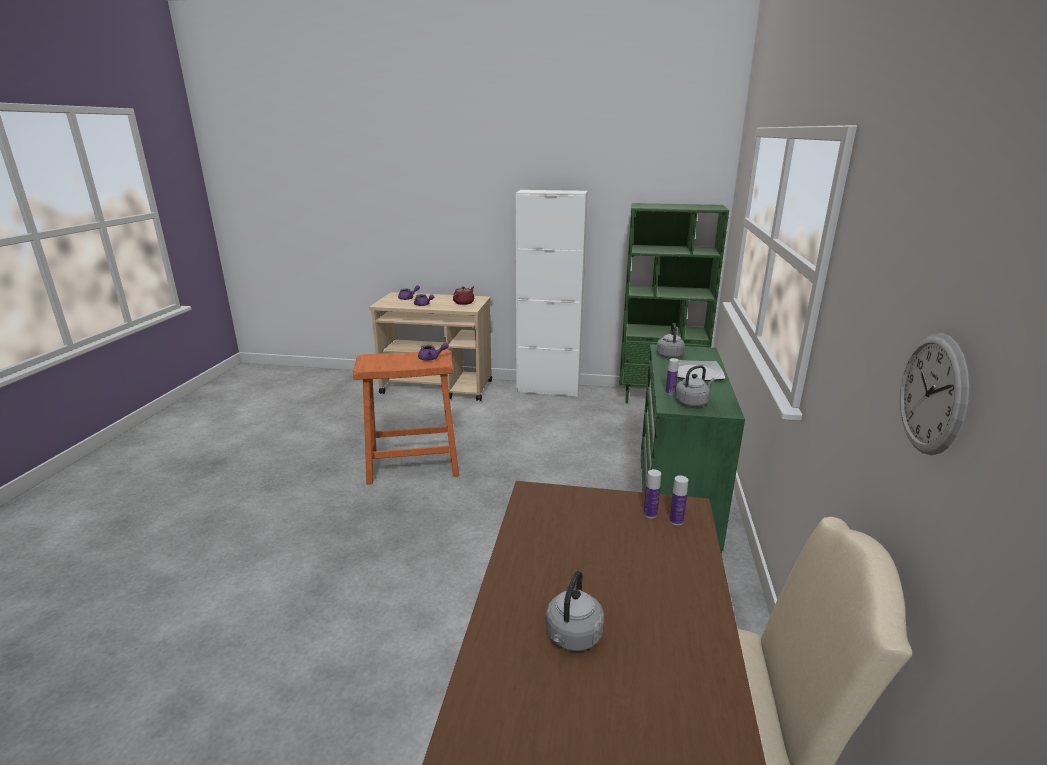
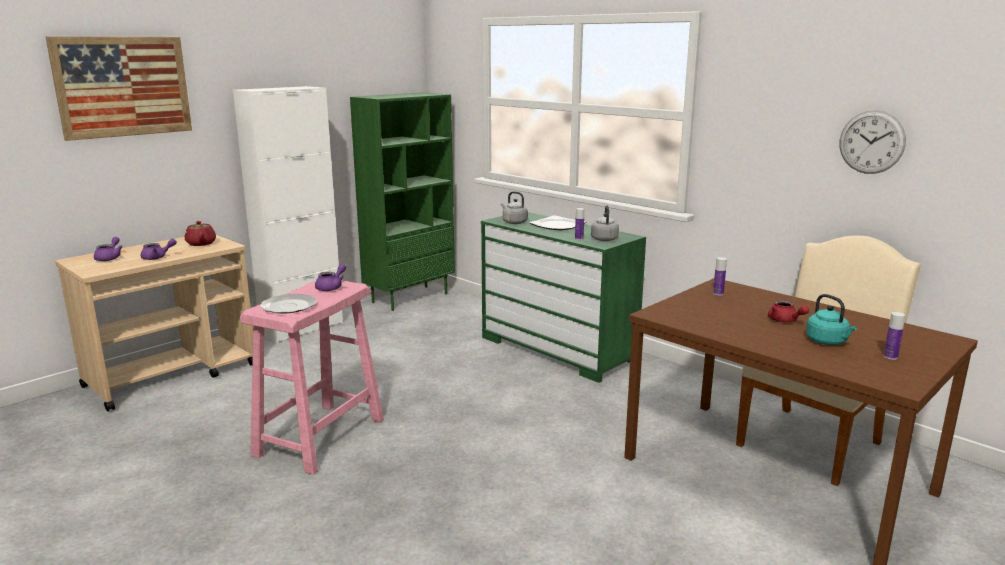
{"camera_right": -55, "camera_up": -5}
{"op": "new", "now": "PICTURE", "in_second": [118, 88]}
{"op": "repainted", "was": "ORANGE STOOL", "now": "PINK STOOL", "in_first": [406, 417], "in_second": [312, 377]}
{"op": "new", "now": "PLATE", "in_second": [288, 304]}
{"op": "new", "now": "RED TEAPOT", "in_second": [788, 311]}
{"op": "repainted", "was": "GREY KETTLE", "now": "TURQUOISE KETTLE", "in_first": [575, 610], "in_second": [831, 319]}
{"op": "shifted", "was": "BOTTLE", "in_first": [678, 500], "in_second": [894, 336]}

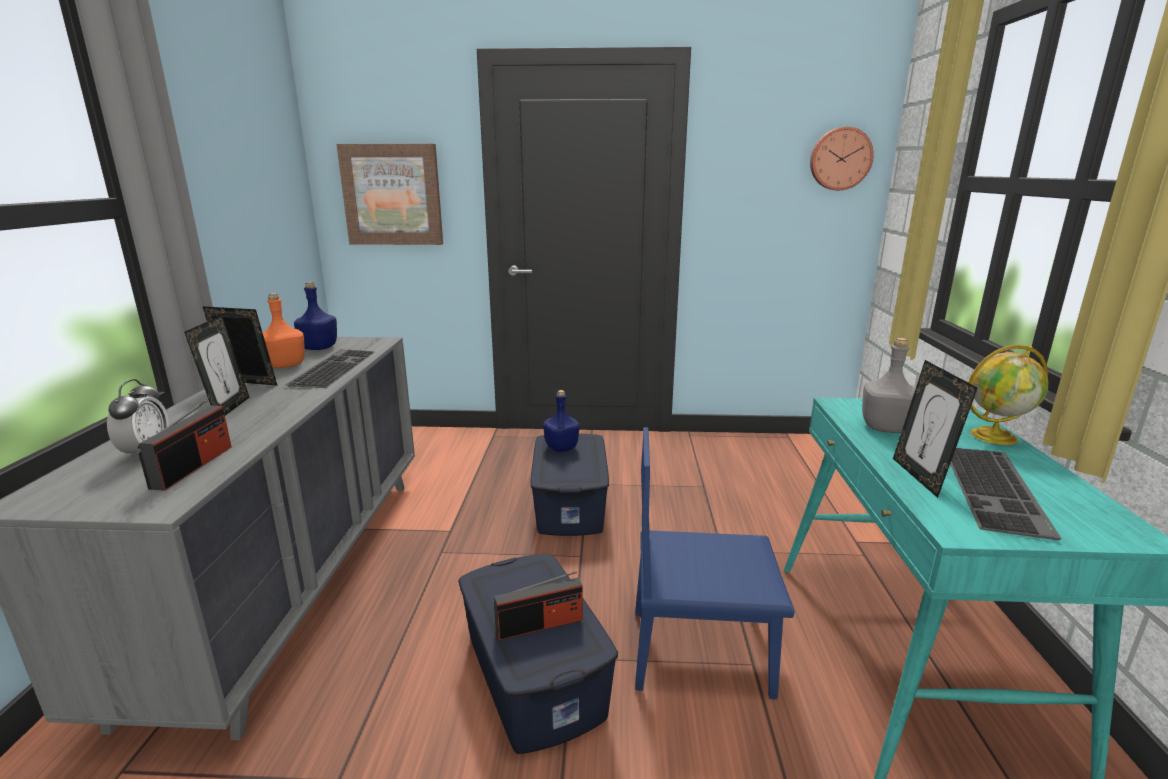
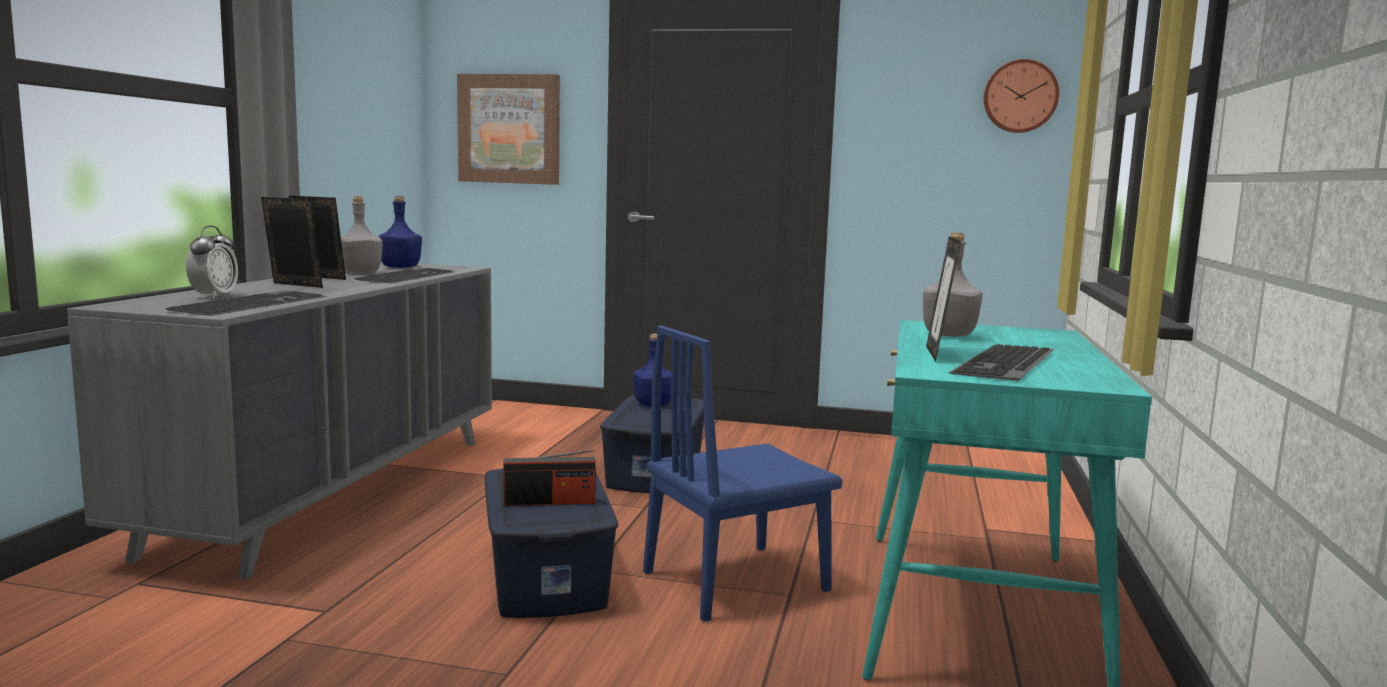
{"camera_right": 10, "camera_up": -10}
{"op": "swapped", "was": "RADIO", "now": "KEYBOARD", "in_first": [184, 445], "in_second": [245, 303]}
{"op": "rotated", "was": "PICTURE FRAME", "in_first": [216, 365], "in_second": [292, 242], "clockwise": -75}
{"op": "repainted", "was": "ORANGE BOTTLE", "now": "GREY BOTTLE", "in_first": [283, 330], "in_second": [362, 234]}
{"op": "rotated", "was": "BLUE CHAIR", "in_first": [715, 563], "in_second": [742, 473], "clockwise": -45}
{"op": "gone", "was": "GLOBE", "in_first": [1008, 395]}

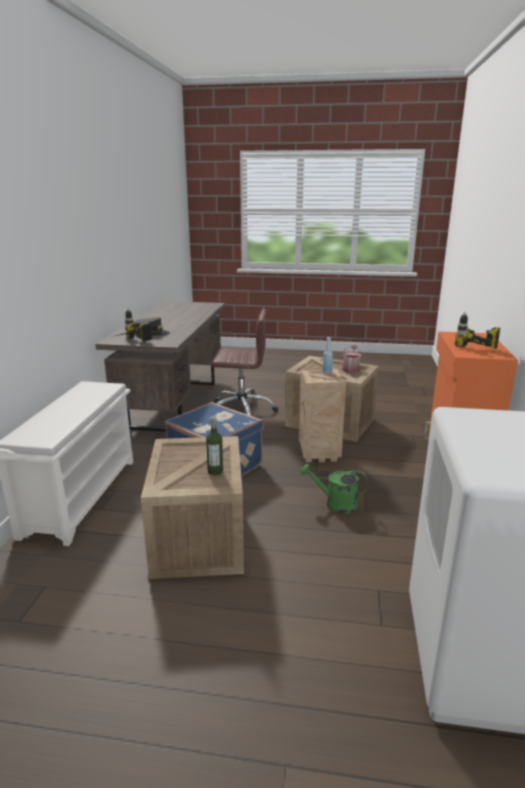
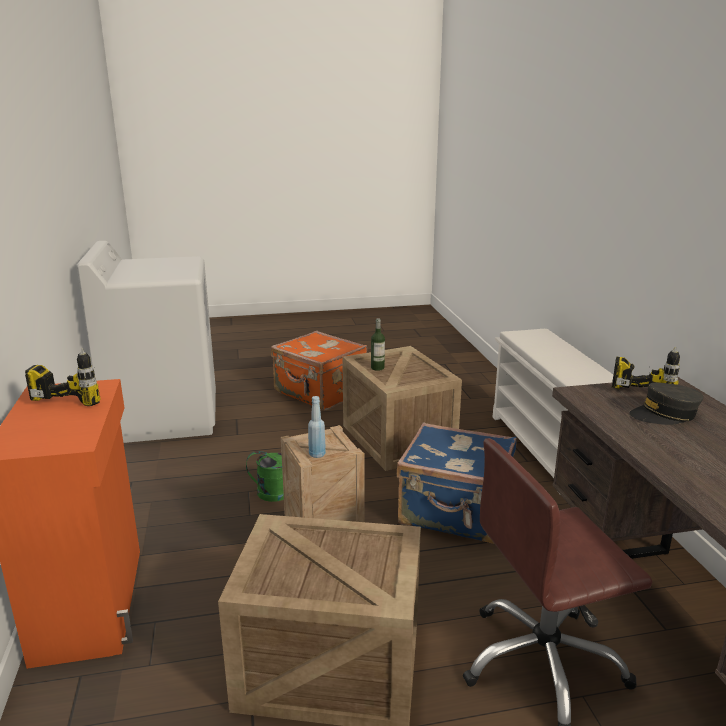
{"camera_right": 160, "camera_up": 0}
{"op": "new", "now": "ORANGE SUITCASE", "in_second": [319, 371]}
{"op": "gone", "was": "WATERING CAN", "in_first": [352, 359]}

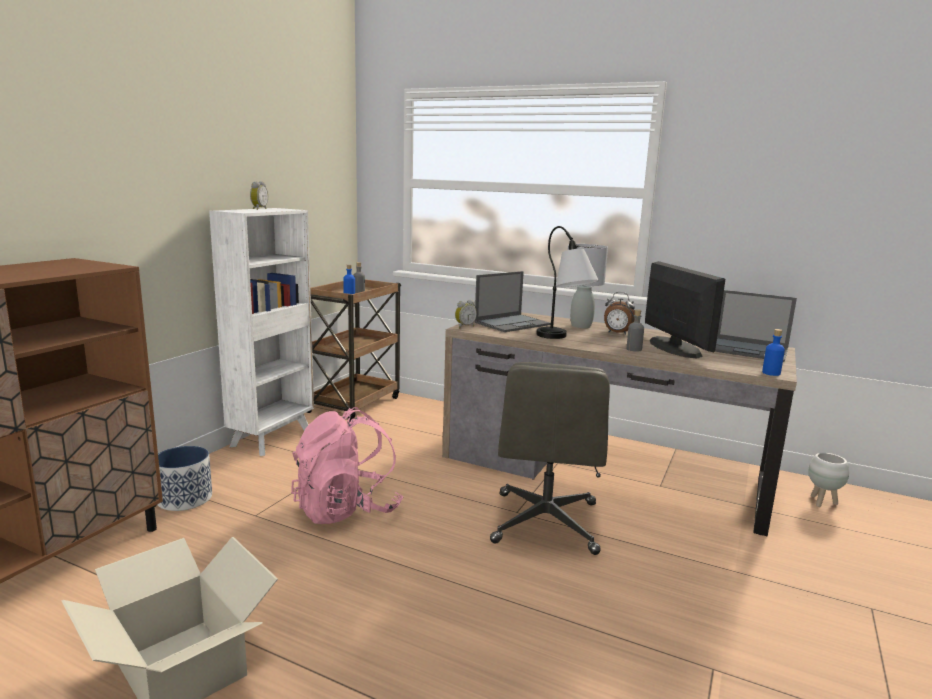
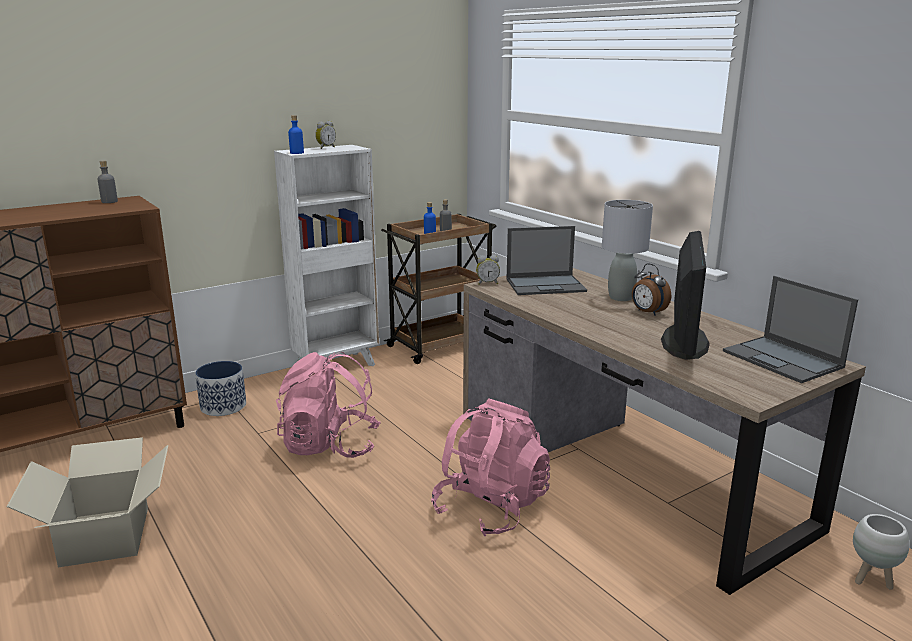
{"camera_right": 30, "camera_up": 5}
{"op": "shifted", "was": "GREY BOTTLE", "in_first": [635, 330], "in_second": [108, 182]}
{"op": "shifted", "was": "BLUE BOTTLE", "in_first": [773, 352], "in_second": [296, 134]}
{"op": "swapped", "was": "GREY OFFICE CHAIR", "now": "PINK BACKPACK", "in_first": [550, 458], "in_second": [490, 467]}
{"op": "gone", "was": "TABLE LAMP", "in_first": [567, 282]}

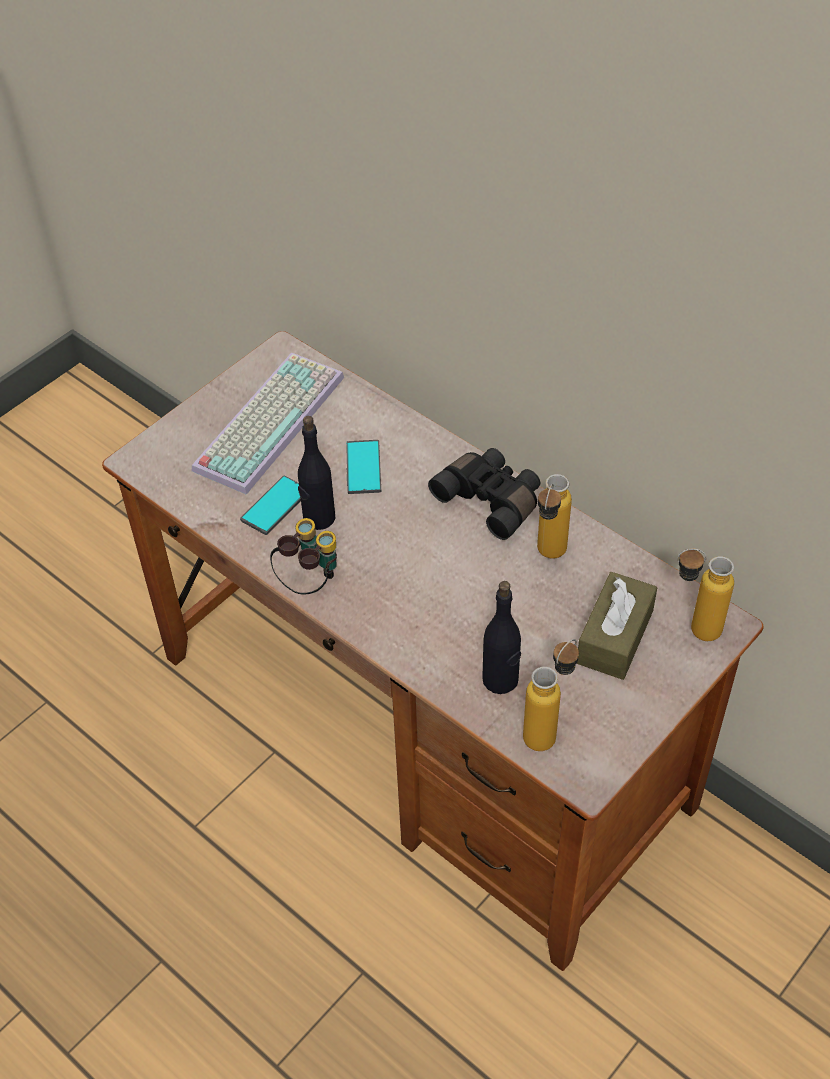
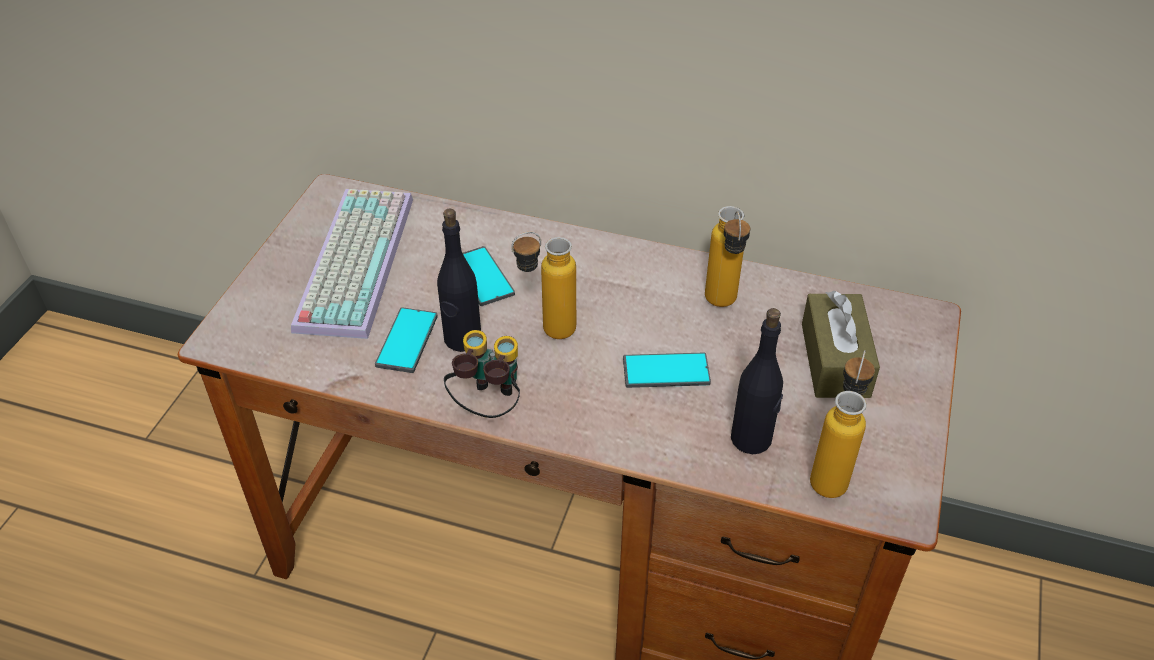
{"camera_right": -25, "camera_up": -5}
{"op": "shifted", "was": "BOTTLE", "in_first": [705, 595], "in_second": [543, 285]}
{"op": "new", "now": "PHONE", "in_second": [667, 370]}
{"op": "gone", "was": "BLACK BINOCULARS", "in_first": [484, 494]}

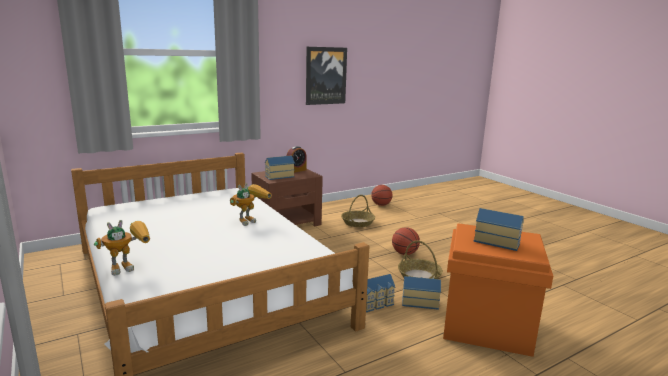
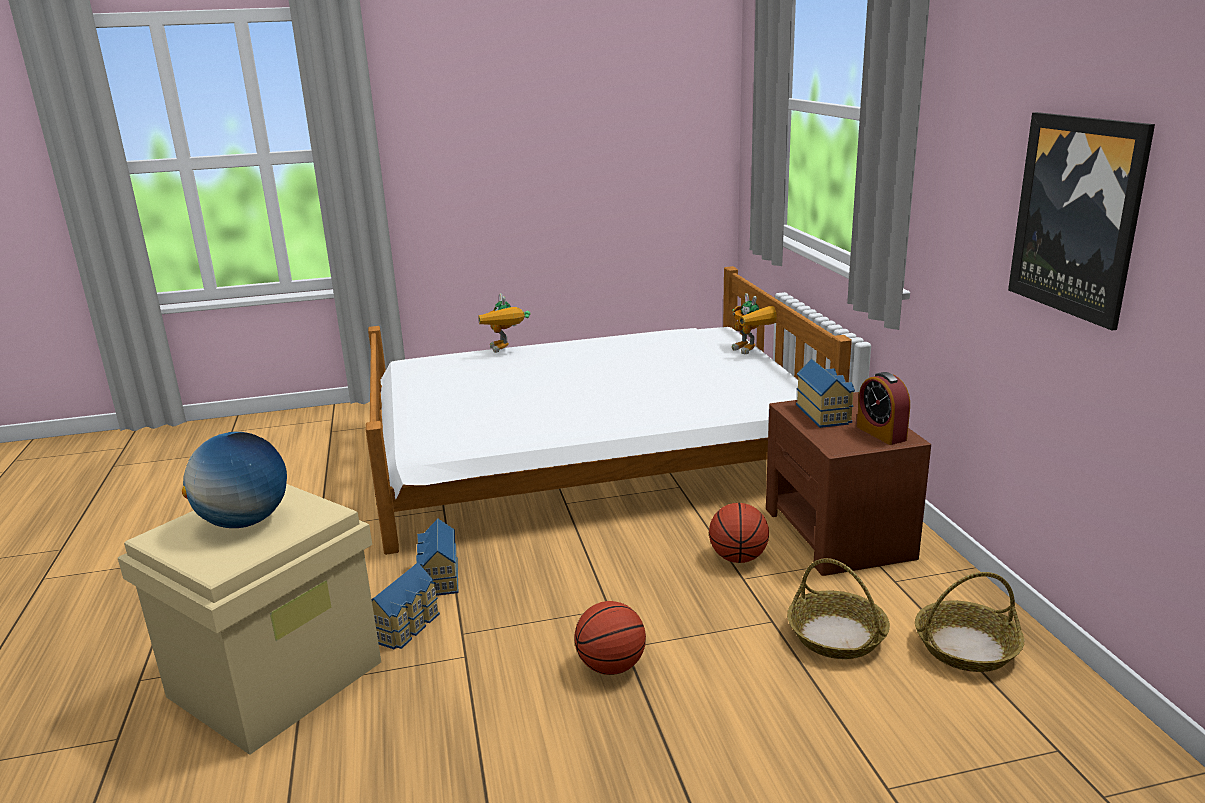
{"camera_right": 110, "camera_up": 5}
{"op": "repainted", "was": "ORANGE STORAGE BOX", "now": "BEIGE STORAGE BOX", "in_first": [498, 290], "in_second": [249, 619]}
{"op": "swapped", "was": "TOY HOUSE", "now": "GLOBE", "in_first": [498, 229], "in_second": [234, 480]}
{"op": "shifted", "was": "BASKETBALL", "in_first": [382, 195], "in_second": [739, 533]}
{"op": "shifted", "was": "TOY ROBOT", "in_first": [251, 204], "in_second": [754, 323]}
{"op": "shifted", "was": "BASKET", "in_first": [420, 259], "in_second": [969, 622]}

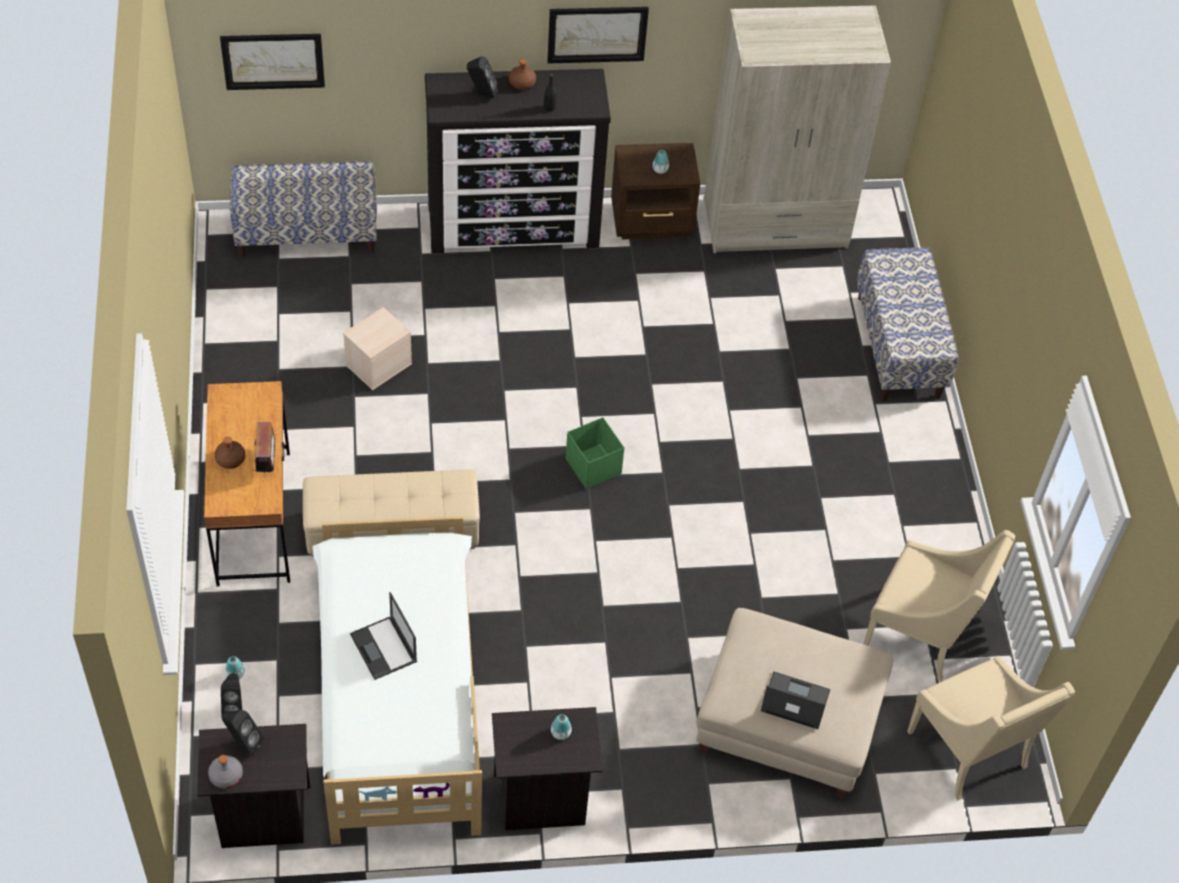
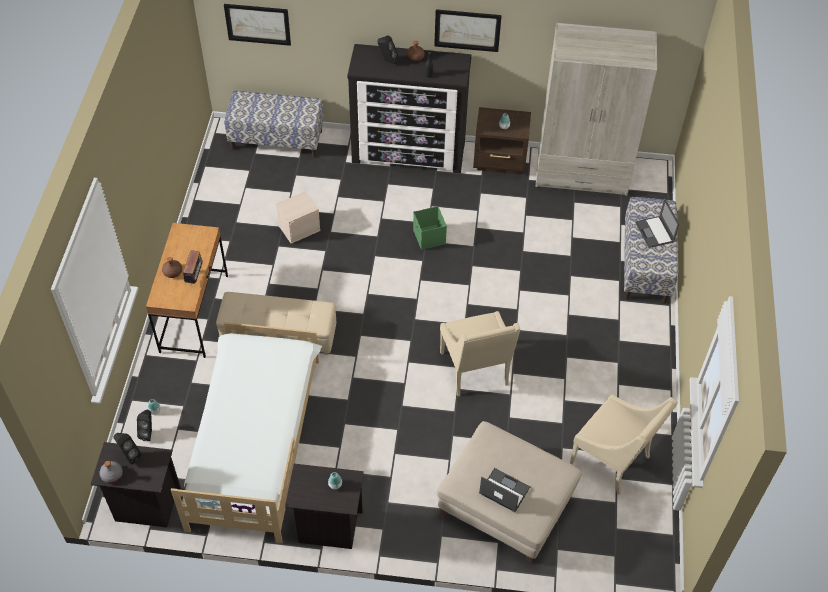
{"camera_right": 15, "camera_up": 0}
{"op": "shifted", "was": "GREEN STORAGE BOX", "in_first": [595, 453], "in_second": [430, 228]}
{"op": "shifted", "was": "BEIGE ARMCHAIR", "in_first": [991, 728], "in_second": [480, 354]}
{"op": "shifted", "was": "LAPTOP", "in_first": [383, 636], "in_second": [657, 223]}

